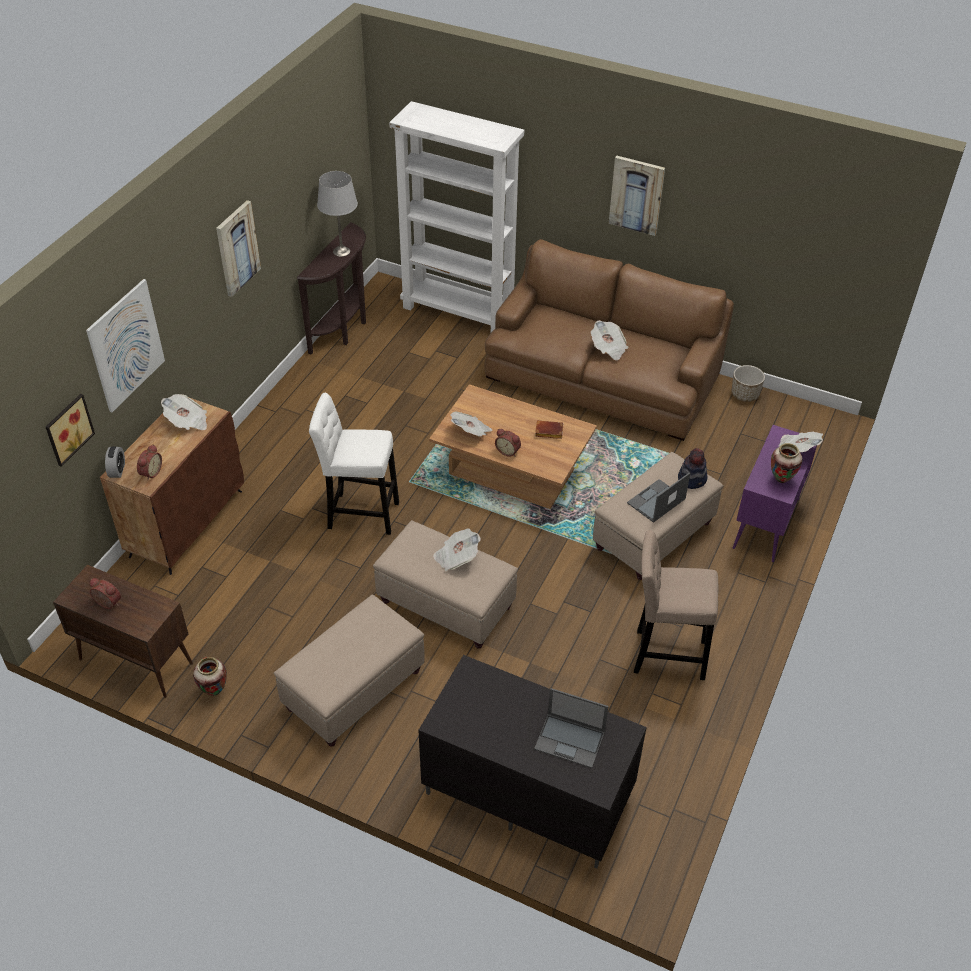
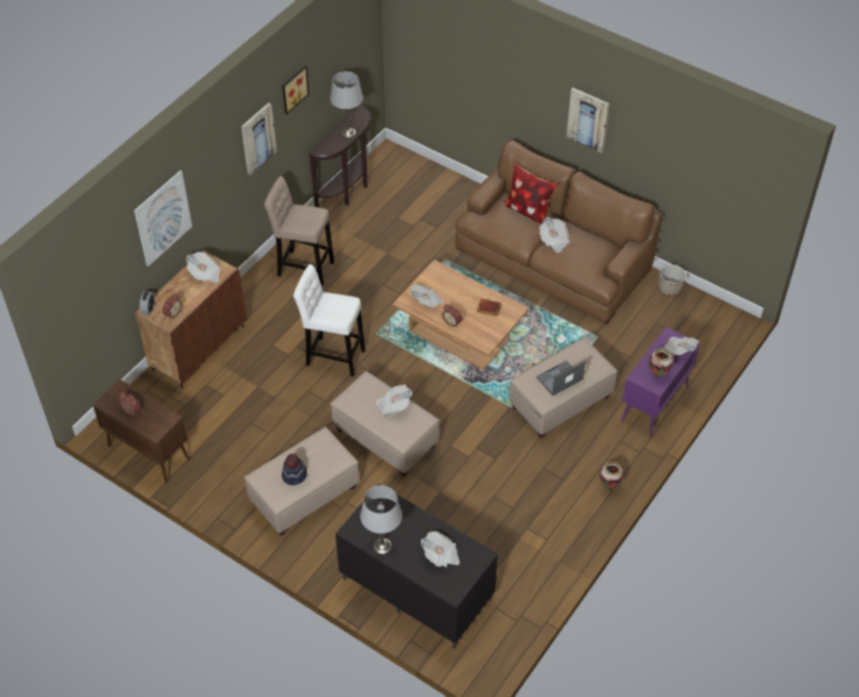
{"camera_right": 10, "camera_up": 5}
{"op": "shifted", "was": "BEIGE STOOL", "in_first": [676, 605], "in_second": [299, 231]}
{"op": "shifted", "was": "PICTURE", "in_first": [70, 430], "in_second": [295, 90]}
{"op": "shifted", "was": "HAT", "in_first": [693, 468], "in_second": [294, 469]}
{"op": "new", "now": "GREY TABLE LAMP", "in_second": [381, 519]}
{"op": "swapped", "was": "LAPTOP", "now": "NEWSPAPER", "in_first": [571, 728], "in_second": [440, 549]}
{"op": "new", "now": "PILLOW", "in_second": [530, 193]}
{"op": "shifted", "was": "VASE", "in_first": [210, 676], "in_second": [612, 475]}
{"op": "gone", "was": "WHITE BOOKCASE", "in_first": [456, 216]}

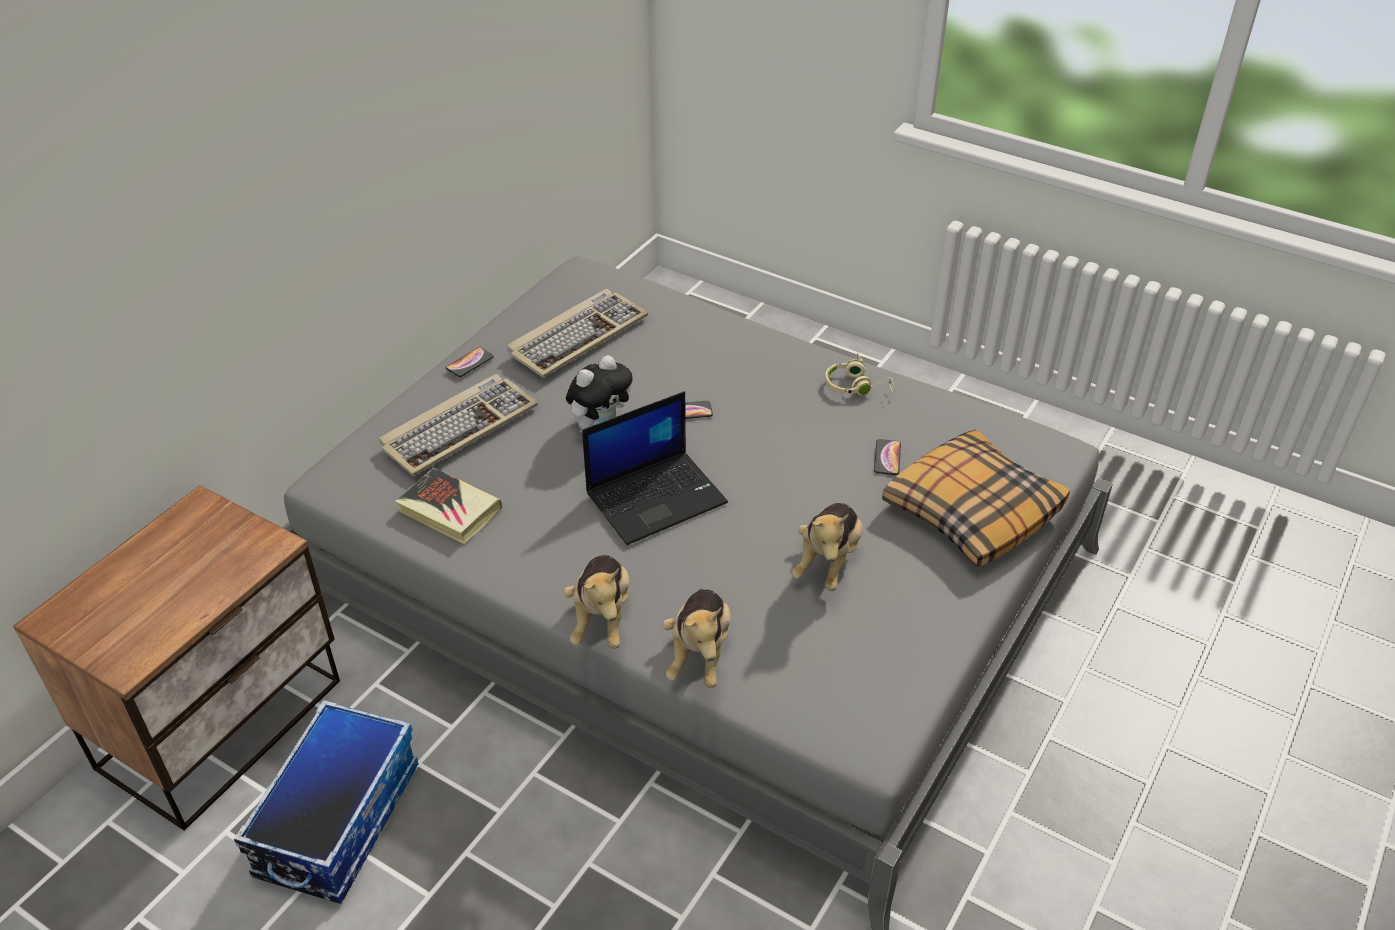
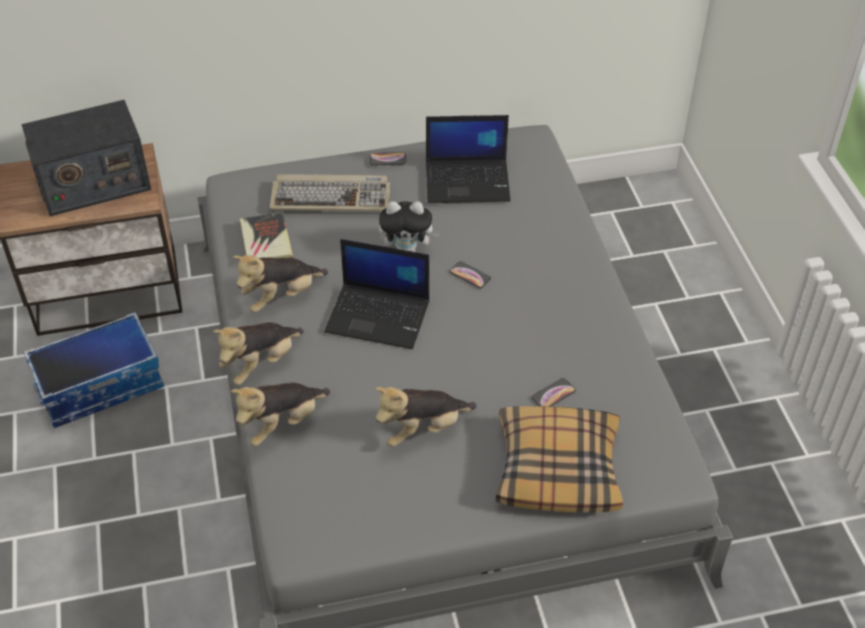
{"camera_right": 45, "camera_up": 5}
{"op": "new", "now": "RADIO", "in_second": [86, 158]}
{"op": "new", "now": "PLUSH TOY", "in_second": [280, 284]}
{"op": "swapped", "was": "KEYBOARD", "now": "LAPTOP", "in_first": [577, 333], "in_second": [468, 159]}
{"op": "gone", "was": "BEIGE HEADPHONES", "in_first": [859, 374]}

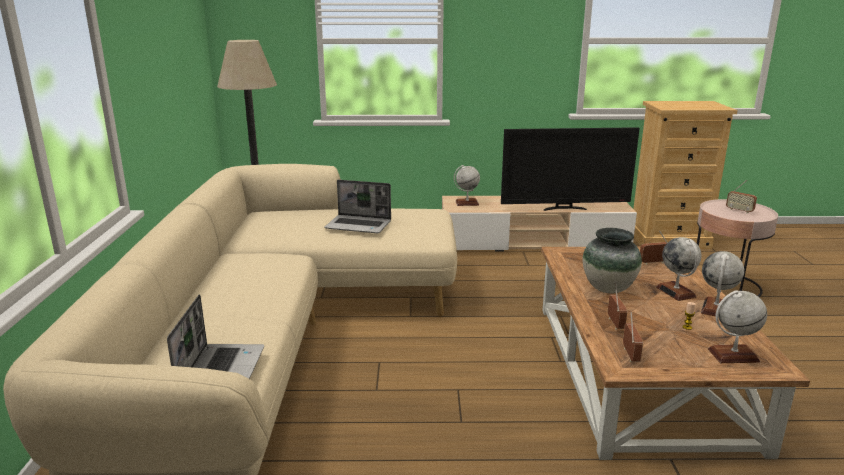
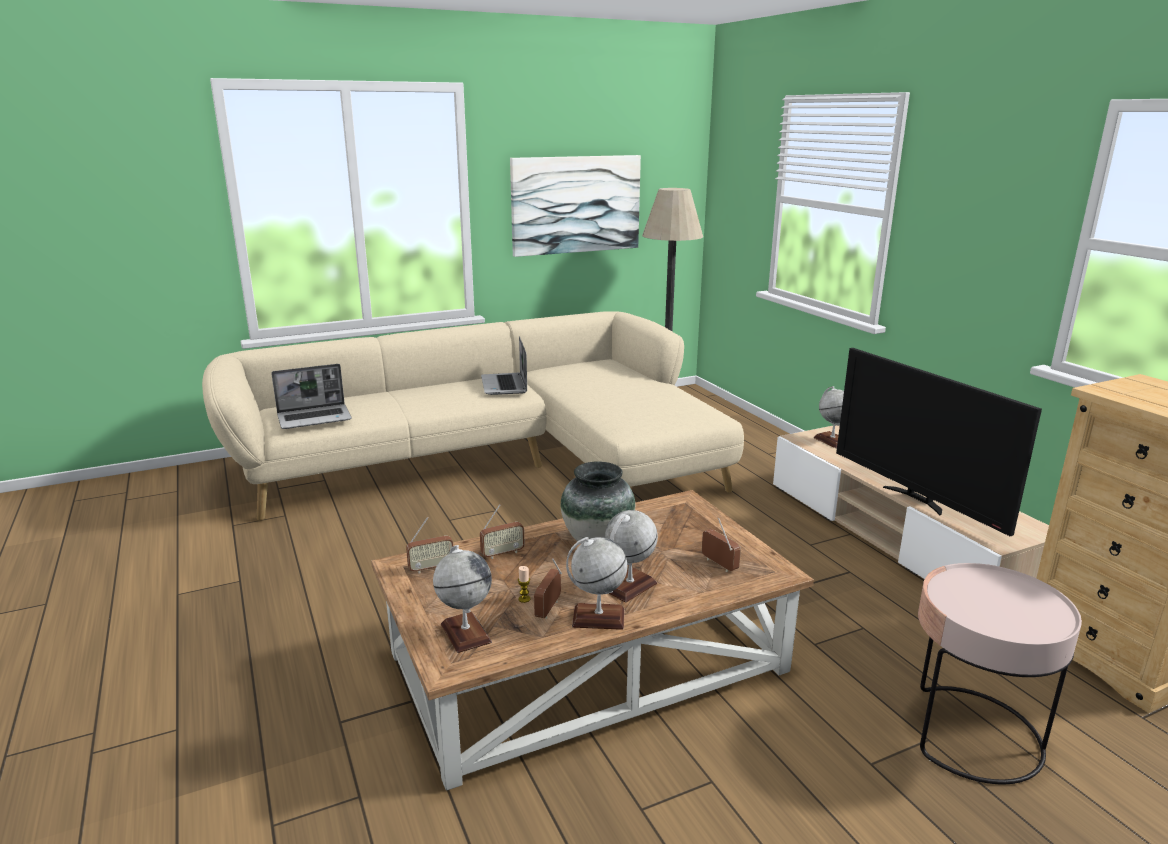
{"camera_right": 65, "camera_up": 0}
{"op": "shifted", "was": "LAPTOP", "in_first": [357, 206], "in_second": [504, 365]}
{"op": "new", "now": "PICTURE", "in_second": [575, 206]}
{"op": "shifted", "was": "RADIO", "in_first": [741, 196], "in_second": [548, 588]}

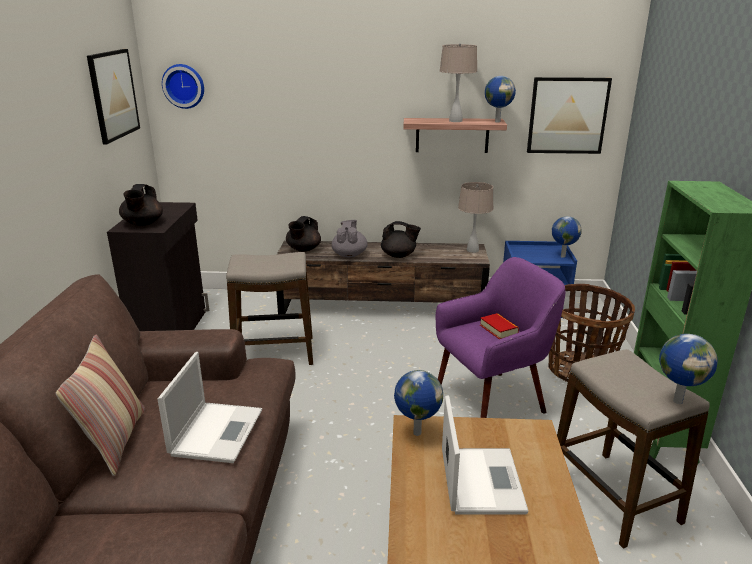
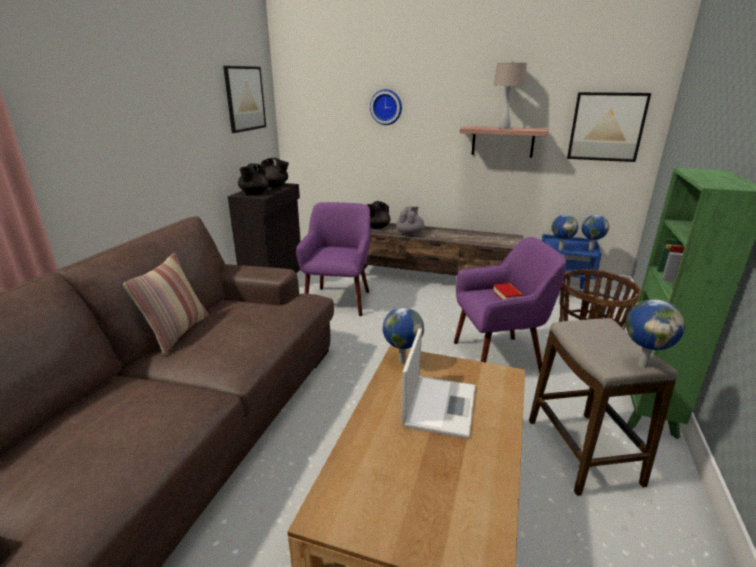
{"camera_right": 15, "camera_up": 0}
{"op": "shifted", "was": "BLACK TEAPOT", "in_first": [401, 239], "in_second": [274, 172]}
{"op": "swapped", "was": "STOOL", "now": "PURPLE ARMCHAIR", "in_first": [269, 308], "in_second": [333, 259]}
{"op": "shifted", "was": "WALL CLOCK", "in_first": [183, 86], "in_second": [386, 107]}
{"op": "shifted", "was": "GLOBE", "in_first": [500, 99], "in_second": [565, 232]}
{"op": "gone", "was": "LAPTOP", "in_first": [210, 407]}
{"op": "gone", "was": "BEIGE TABLE LAMP", "in_first": [475, 217]}

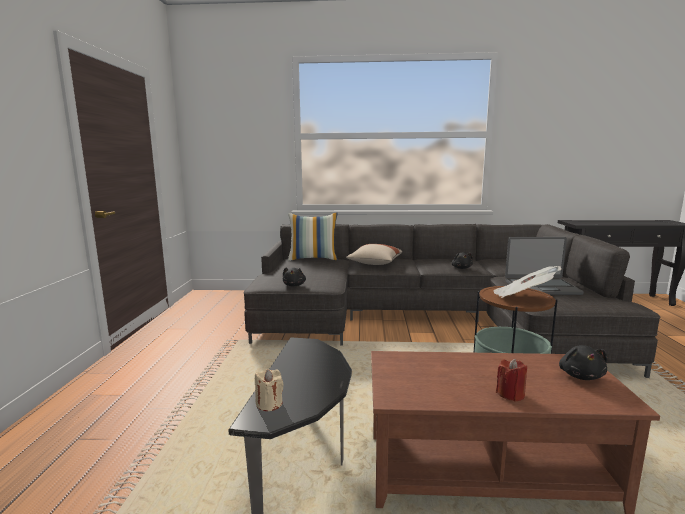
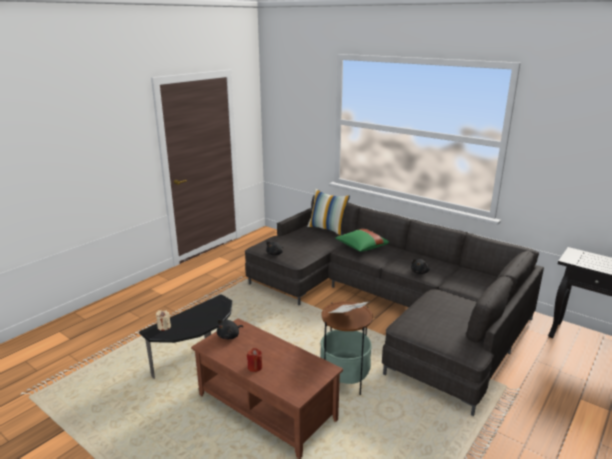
{"camera_right": 35, "camera_up": 10}
{"op": "shifted", "was": "BLACK PLUSH TOY", "in_first": [583, 362], "in_second": [230, 329]}
{"op": "repainted", "was": "BEIGE PILLOW", "now": "GREEN PILLOW", "in_first": [374, 254], "in_second": [362, 240]}
{"op": "gone", "was": "LAPTOP", "in_first": [544, 266]}

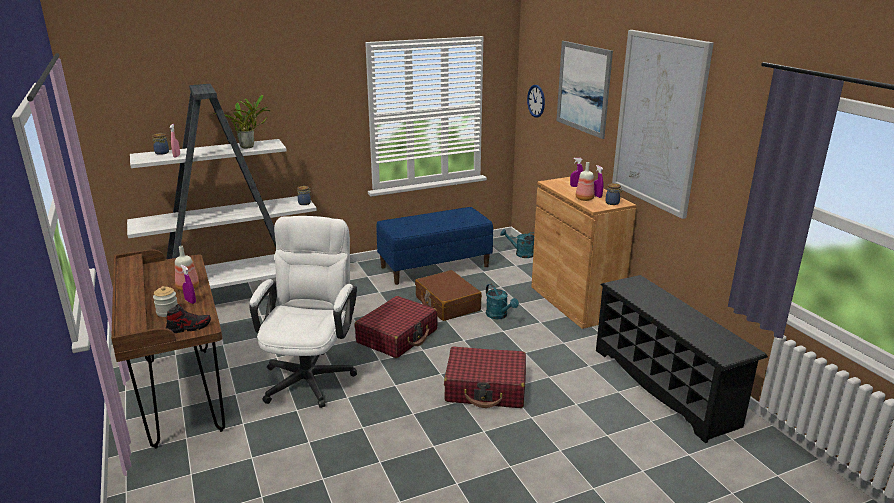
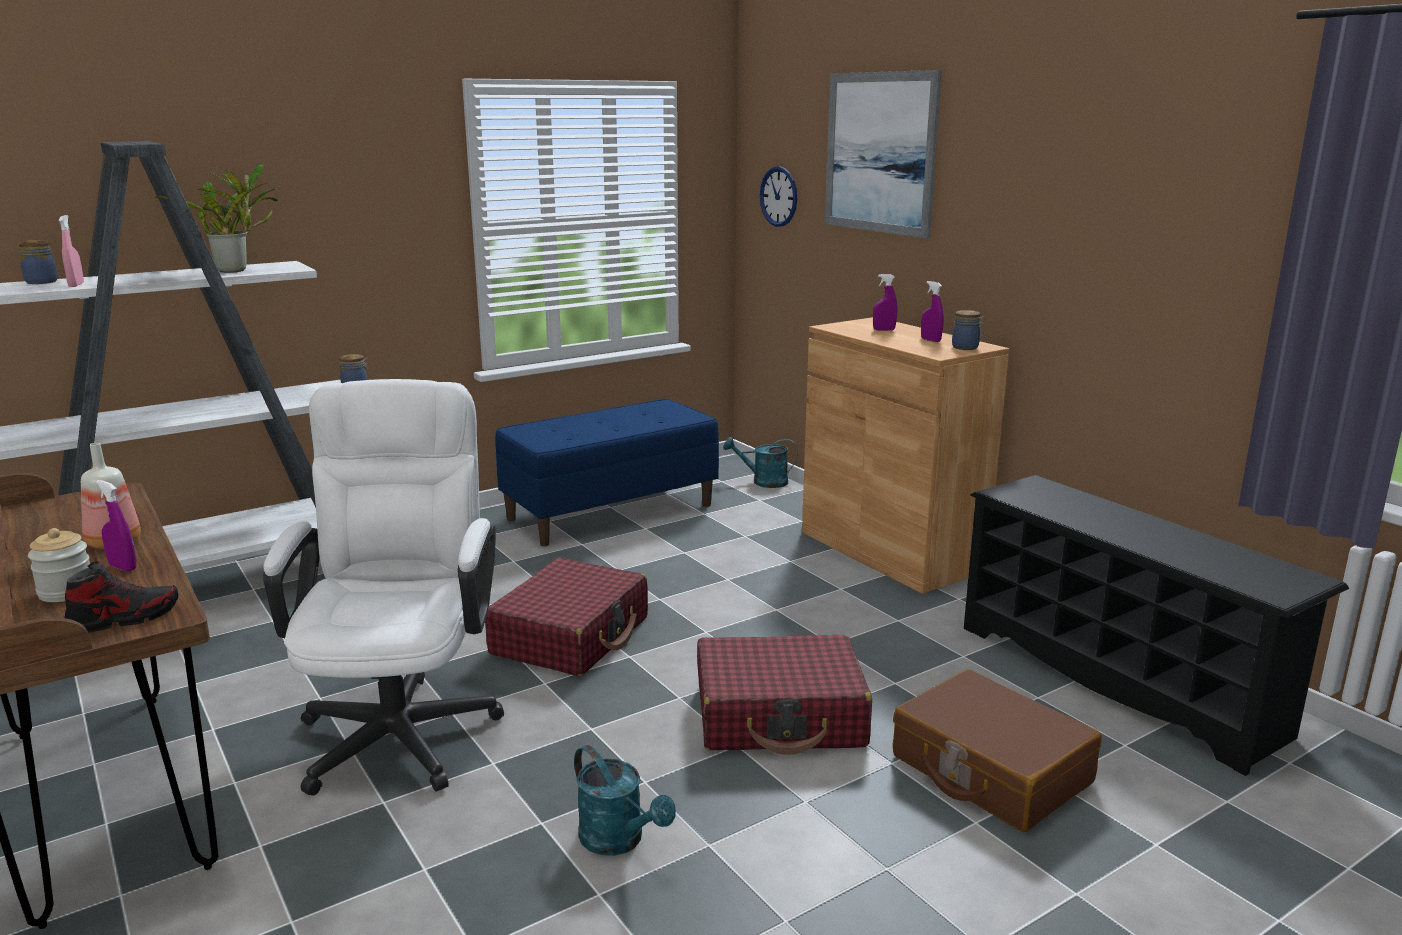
{"camera_right": -10, "camera_up": -5}
{"op": "shifted", "was": "TURQUOISE WATERING CAN", "in_first": [502, 301], "in_second": [625, 800]}
{"op": "shifted", "was": "BROWN SUITCASE", "in_first": [448, 295], "in_second": [997, 750]}
{"op": "gone", "was": "BOTTLE", "in_first": [585, 181]}
{"op": "gone", "was": "PICTURE", "in_first": [663, 124]}

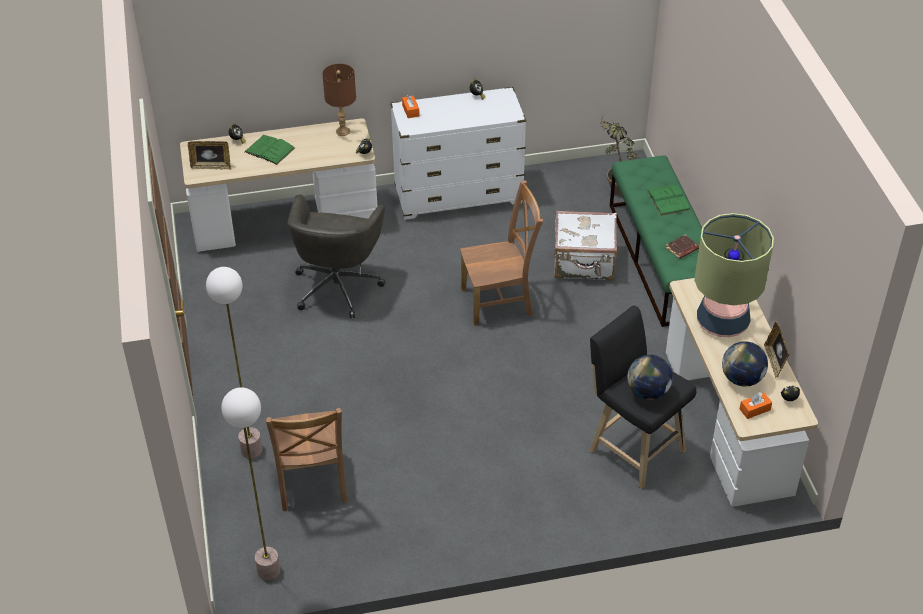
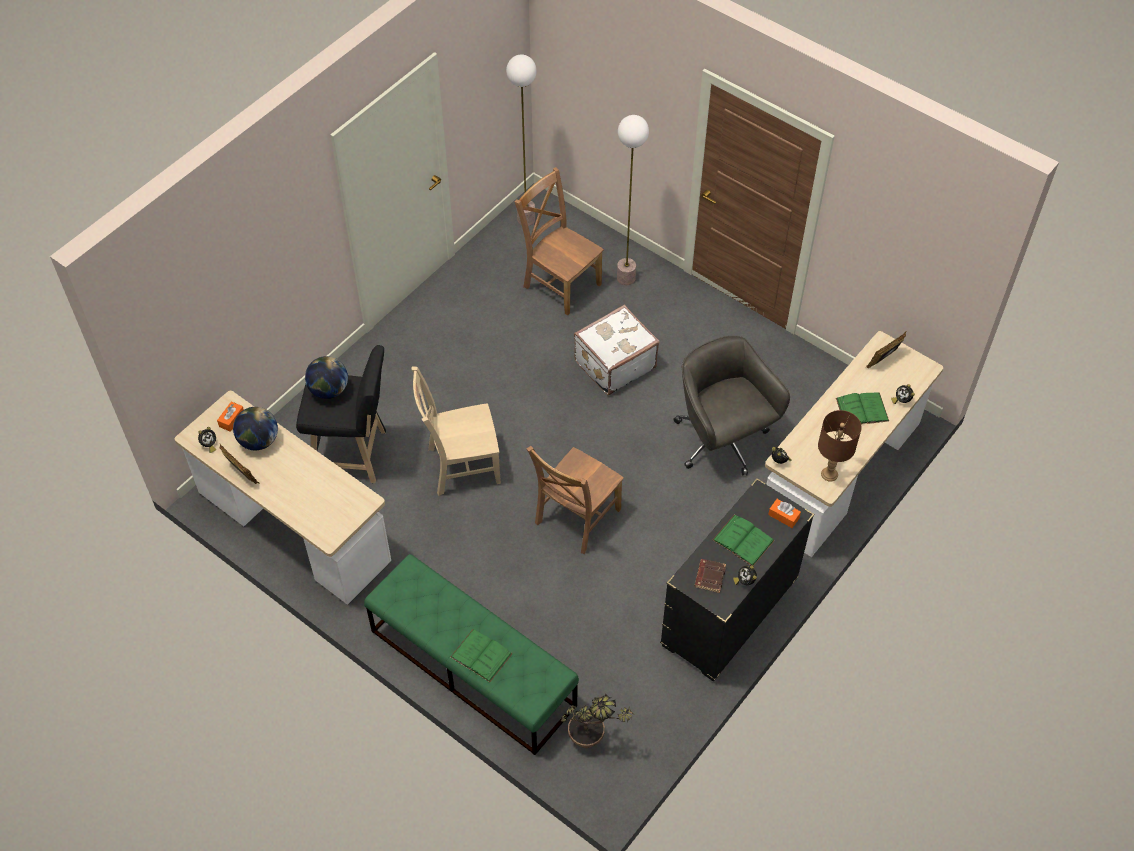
{"camera_right": 140, "camera_up": 10}
{"op": "new", "now": "BEIGE CHAIR", "in_second": [456, 431]}
{"op": "shifted", "was": "WHITE SUITCASE", "in_first": [585, 246], "in_second": [616, 350]}
{"op": "repainted", "was": "WHITE DRESSER", "now": "BLACK DRESSER", "in_first": [458, 153], "in_second": [737, 580]}
{"op": "shifted", "was": "BROWN BOOK", "in_first": [682, 247], "in_second": [710, 576]}
{"op": "new", "now": "GREEN BOOK", "in_second": [744, 540]}
{"op": "gone", "was": "TABLE LAMP", "in_first": [734, 275]}

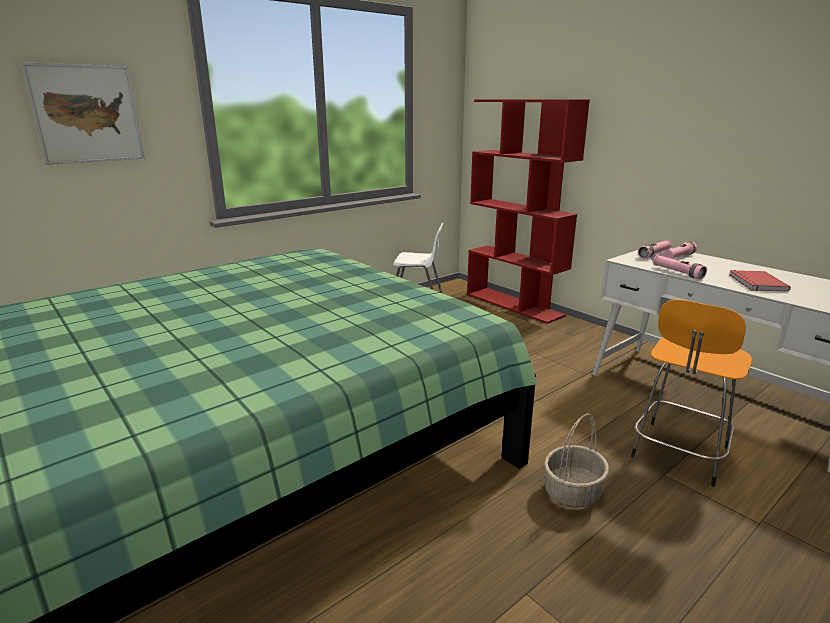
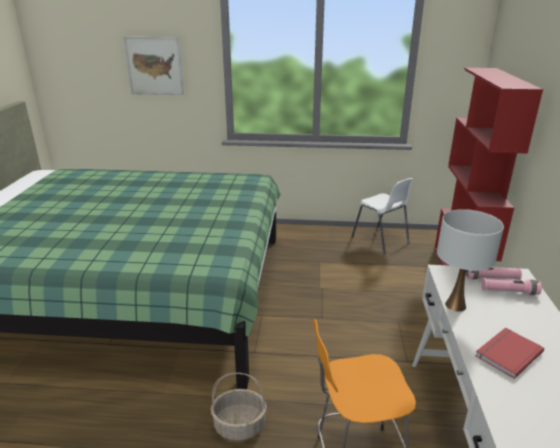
{"camera_right": 45, "camera_up": 5}
{"op": "swapped", "was": "PINK FLASHLIGHT", "now": "WHITE TABLE LAMP", "in_first": [680, 267], "in_second": [470, 260]}

